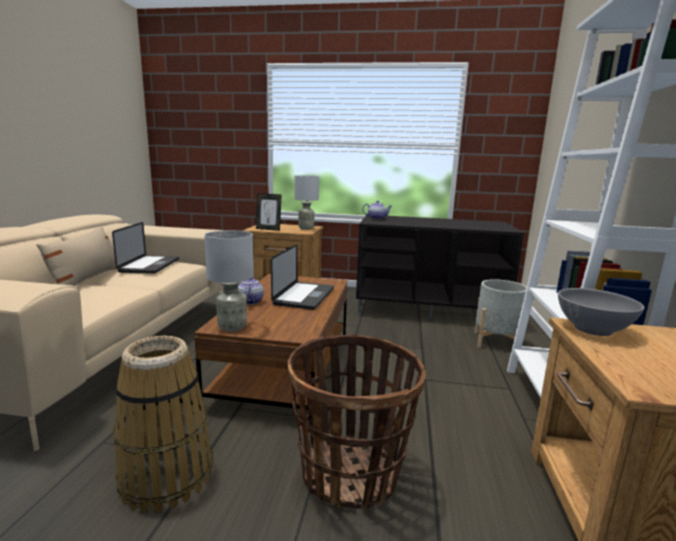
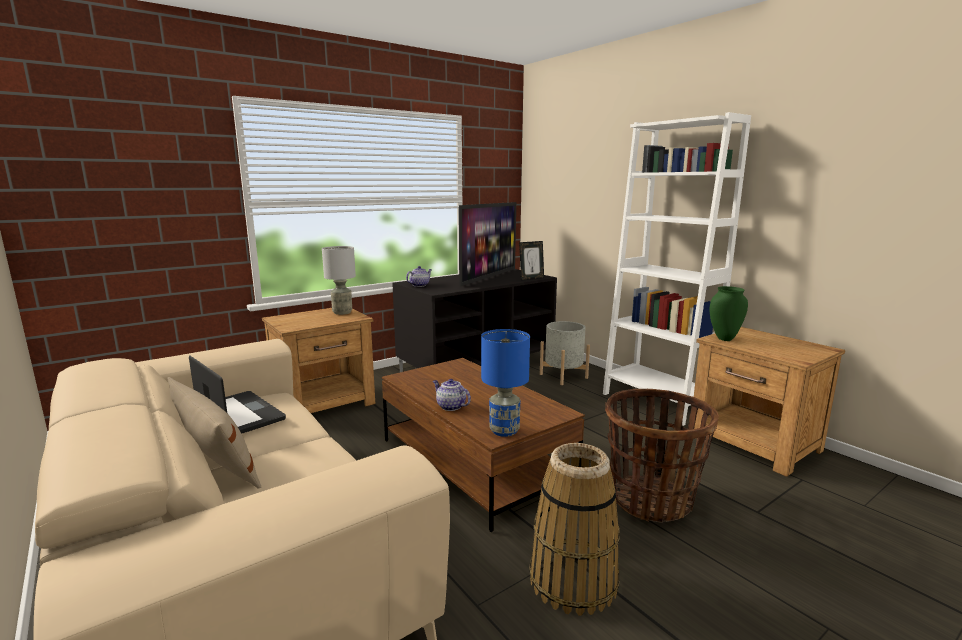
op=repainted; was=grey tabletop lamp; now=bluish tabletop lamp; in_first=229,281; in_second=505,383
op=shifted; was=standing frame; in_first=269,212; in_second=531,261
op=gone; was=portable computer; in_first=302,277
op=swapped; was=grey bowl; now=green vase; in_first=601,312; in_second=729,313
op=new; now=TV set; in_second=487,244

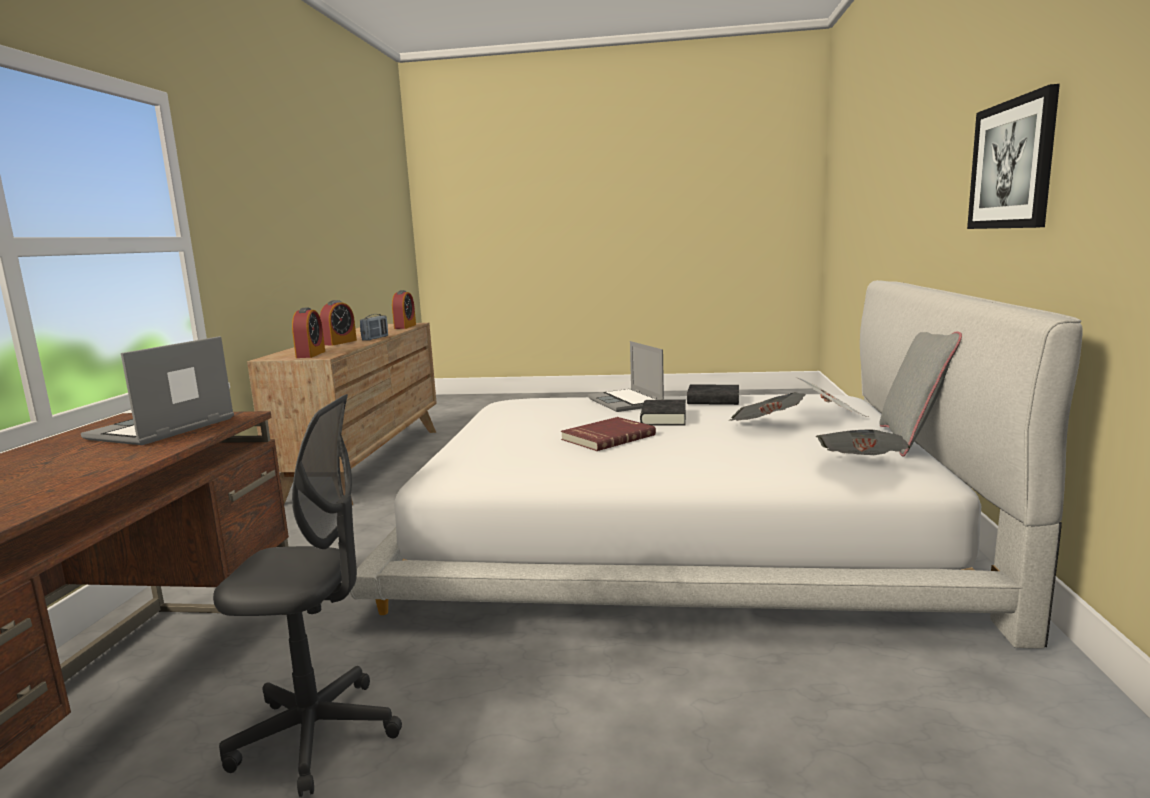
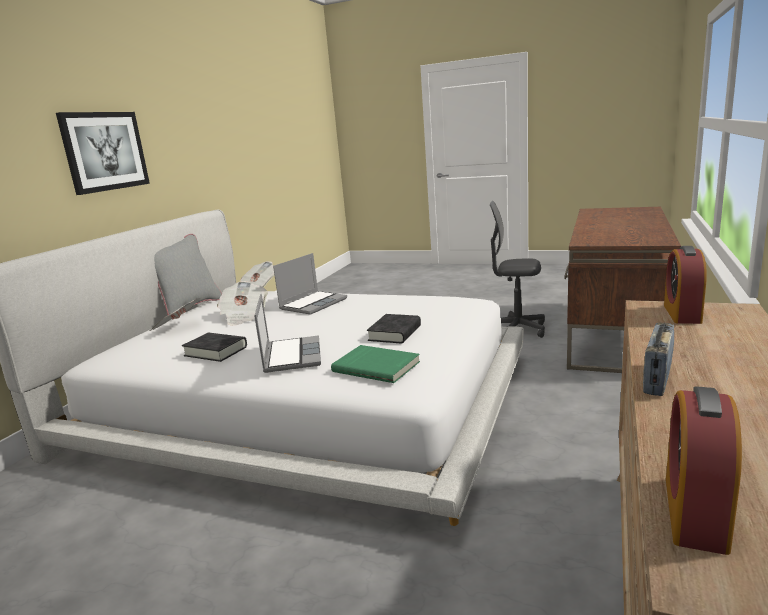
op=shifted; was=portable computer; in_first=157,390; in_second=310,284
op=gone; was=alarm clock; in_first=338,322
op=gone; was=red-coloured bound book; in_first=608,434
op=shifted; was=blackish bound book; in_first=663,412; in_second=394,328
op=new; now=green bound book; in_second=375,364

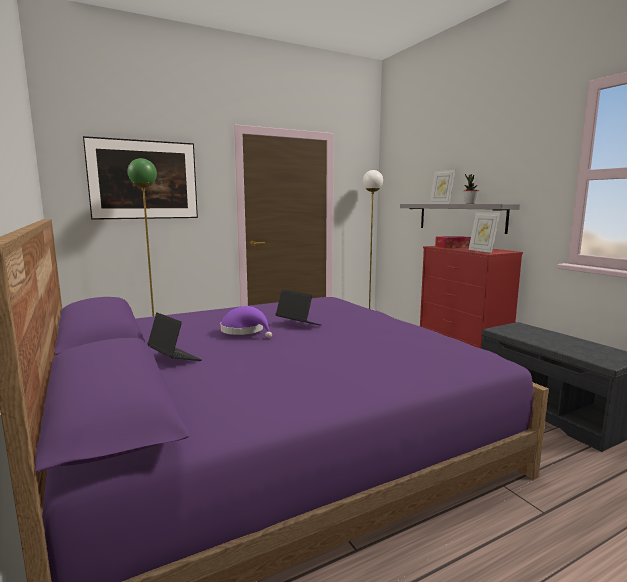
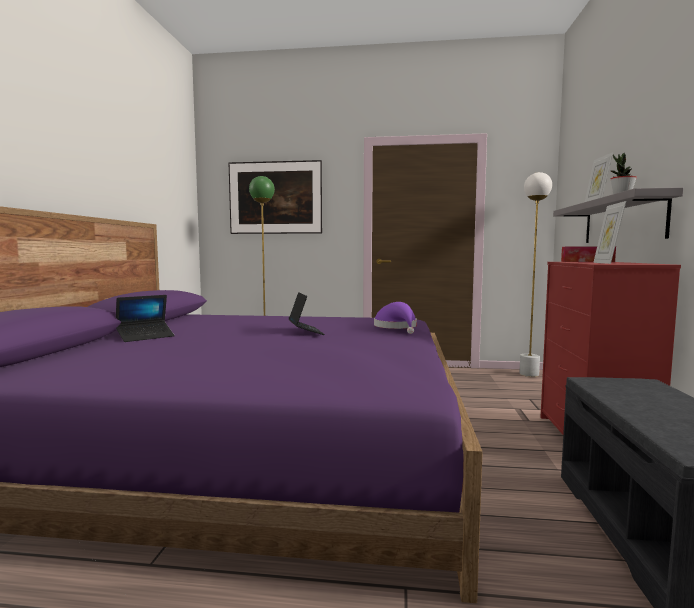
op=rotated; was=portable computer; in_first=174,336; in_second=145,318; clockwise=60
op=shifted; was=purple-coloured wearable hat; in_first=246,322; in_second=395,318

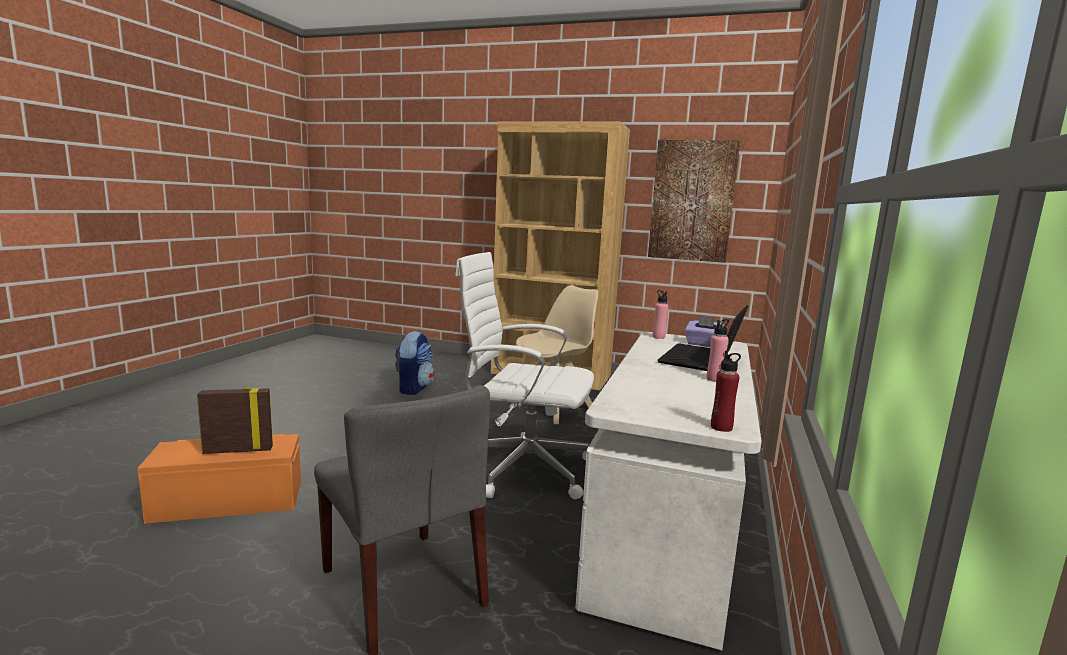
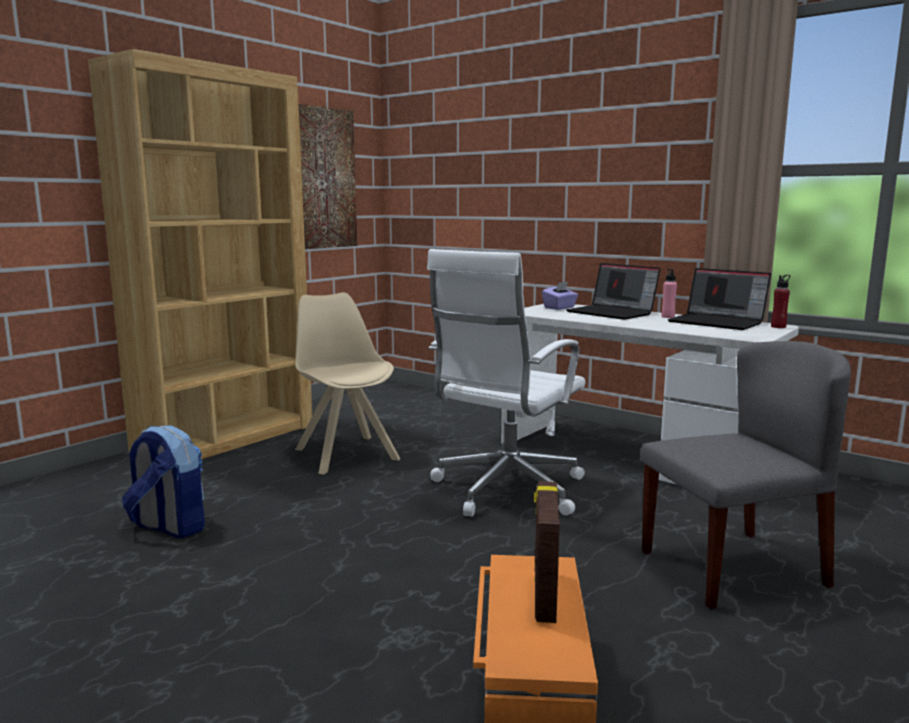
op=gone; was=pinkish bottle; in_first=660,314
op=new; now=portable computer; in_second=719,299

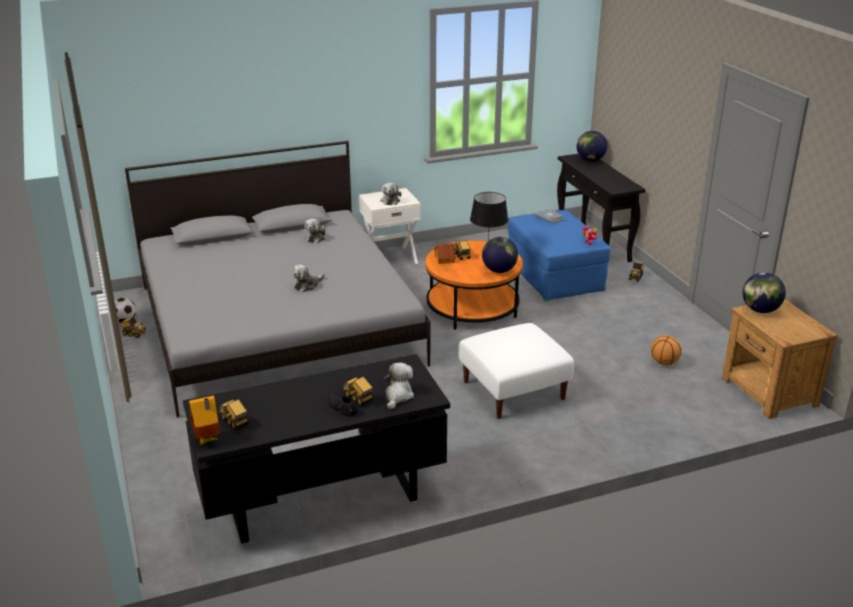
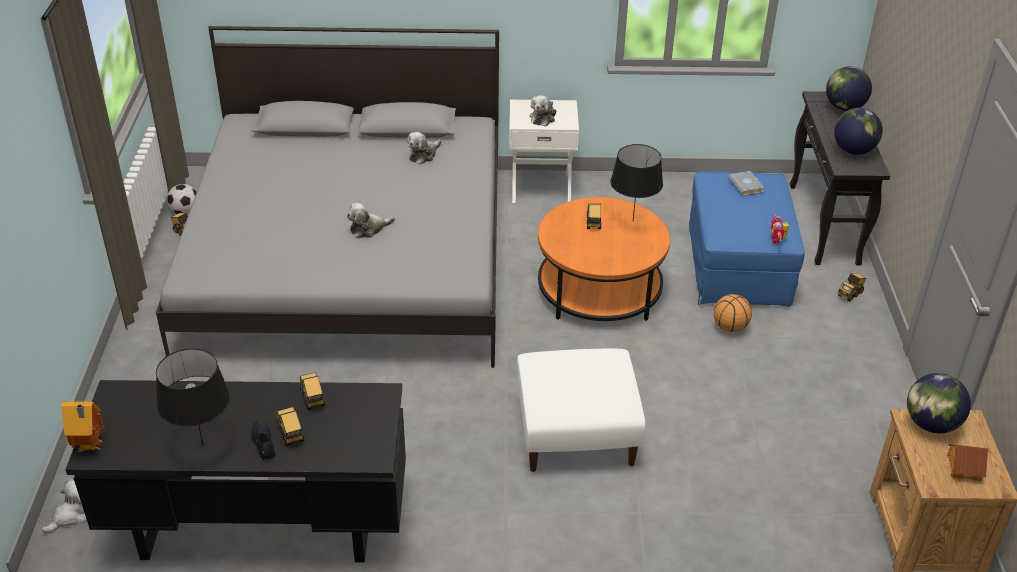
op=shifted; was=toy lorry; in_first=234,414; in_second=312,391
op=shifted; was=soft toy; in_first=399,386; in_second=64,506
op=shifted; was=toy house; in_first=445,253; in_second=968,462
op=shifted; was=desk globe; in_first=500,255; in_second=858,131
op=shifted; was=basketball; in_first=666,350; in_second=733,313
op=new; now=blackish tabletop lamp; in_second=193,397

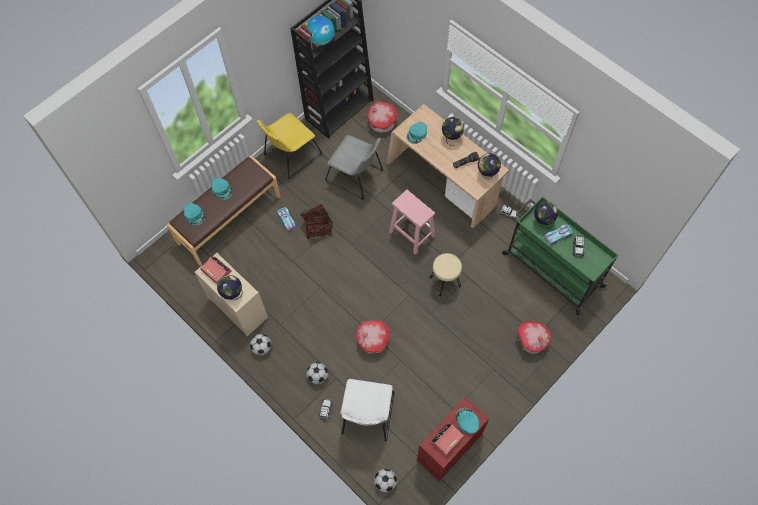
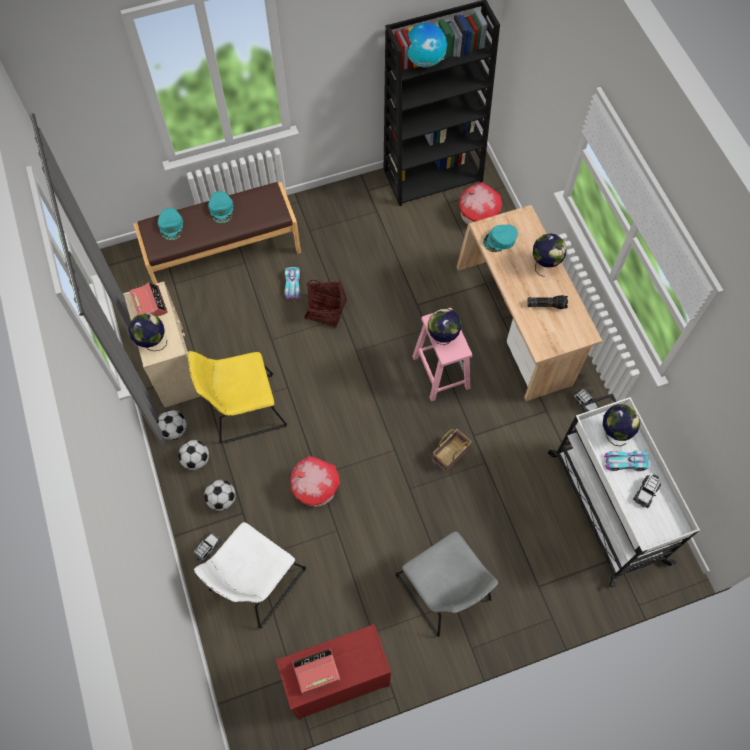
op=shifted; was=yellowish plain chair; in_first=289,146; in_second=237,397
op=shifted; was=grey plain chair; in_first=354,167; in_second=447,584
op=shifted; was=football ball; in_first=385,481; in_second=193,455
op=swapped; was=beige-coloured stool seat; now=household basket; in_first=445,274; in_second=451,450
op=gone; was=turquoise-coloured peaked cap; in_first=467,421
op=shifted; was=desk globe; in_first=489,166; in_second=444,327
op=repainted; was=green wheeled cart; now=white-coloured wheeled cart; in_first=560,255; in_second=624,490
op=gone; was=toy house; in_first=534,337

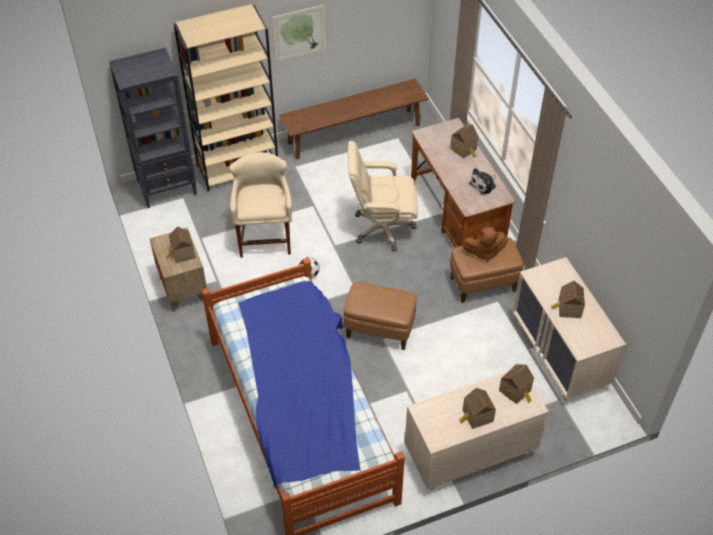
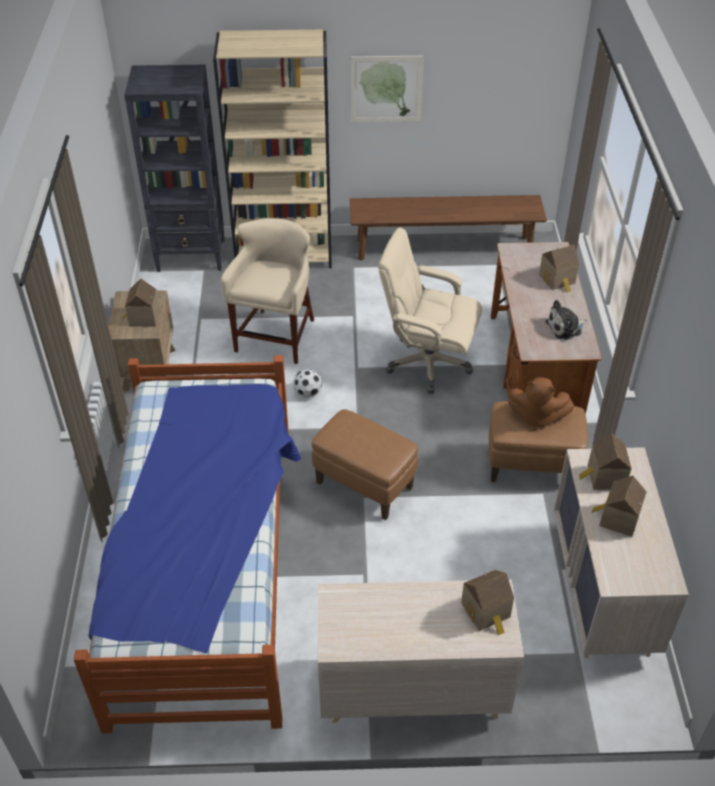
op=shifted; was=toy house; in_first=477,408; in_second=605,461

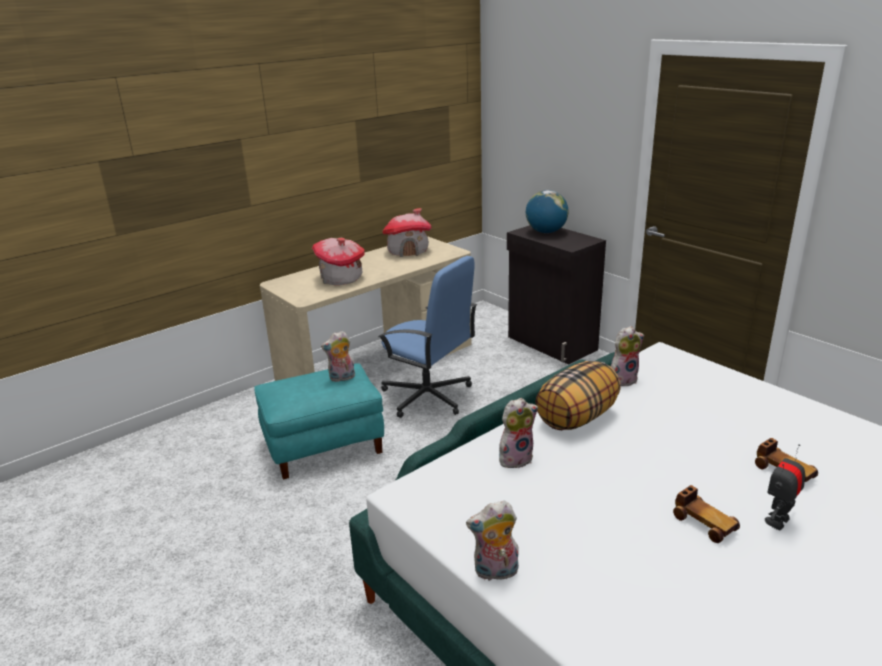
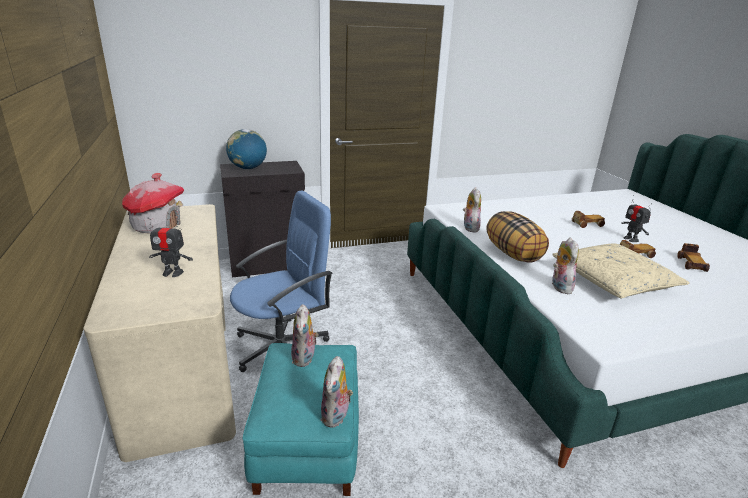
op=swapped; was=toy house; now=toy robot; in_first=338,261; in_second=170,247
op=shifted; was=soft toy; in_first=492,540; in_second=337,392
op=new; now=beige-coloured throw pillow; in_second=621,271
op=new; now=model car; in_second=693,257

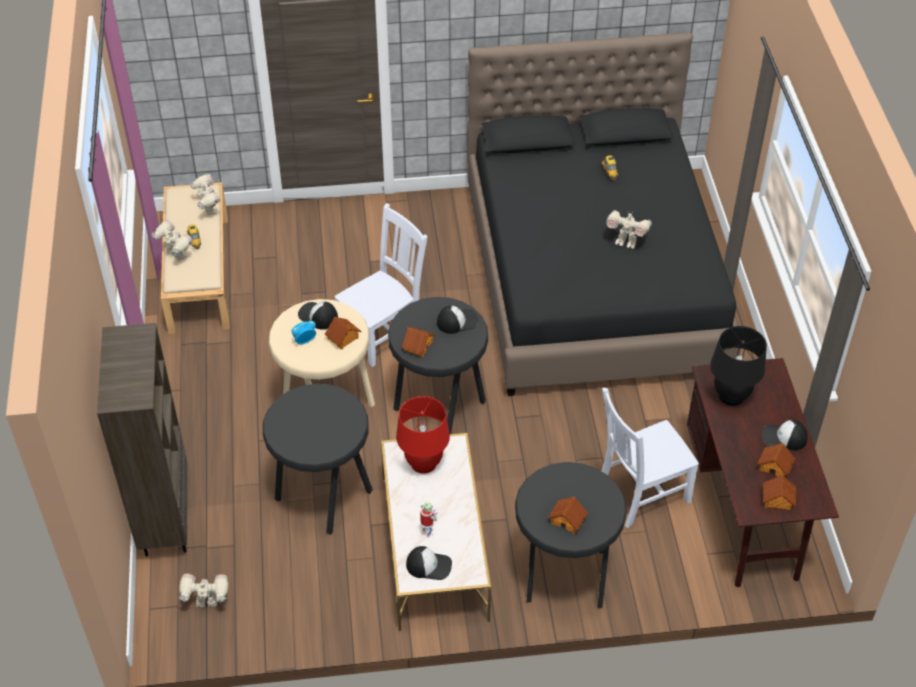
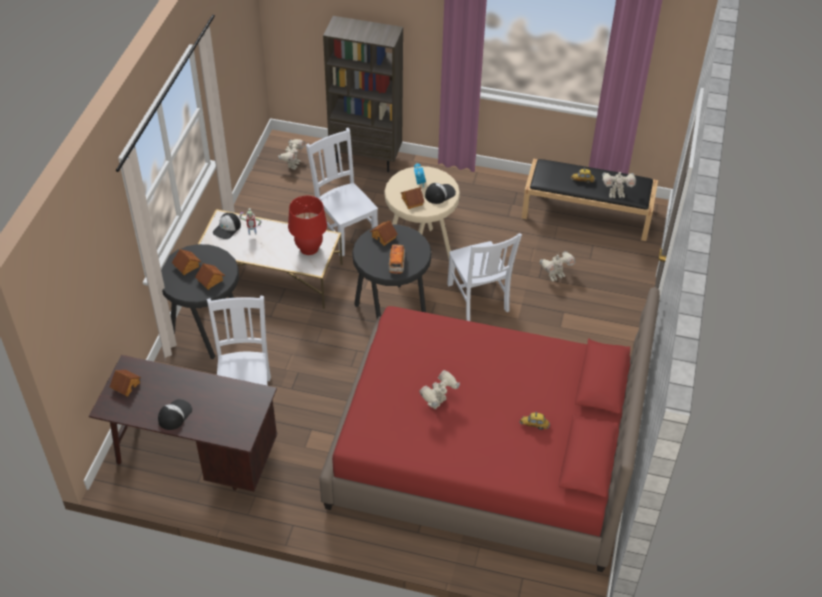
op=shifted; was=toy robot; in_first=172,240; in_second=558,266
op=repainted; was=beige-coloured bench; now=blackish bench; in_first=195,258; in_second=590,200
op=swapped; was=blackish stool seat; now=white-coloured plain chair; in_first=318,459; in_second=342,192
op=swapped; was=peaked cap; now=model car; in_first=458,320; in_second=397,259
op=repainted; was=blackish bedroom bed; now=red-coloured bedroom bed; in_first=604,214; in_second=490,429
op=gone; was=blackish tabletop lamp; in_first=738,366
op=shifted; was=toy house; in_first=776,460; in_second=210,276

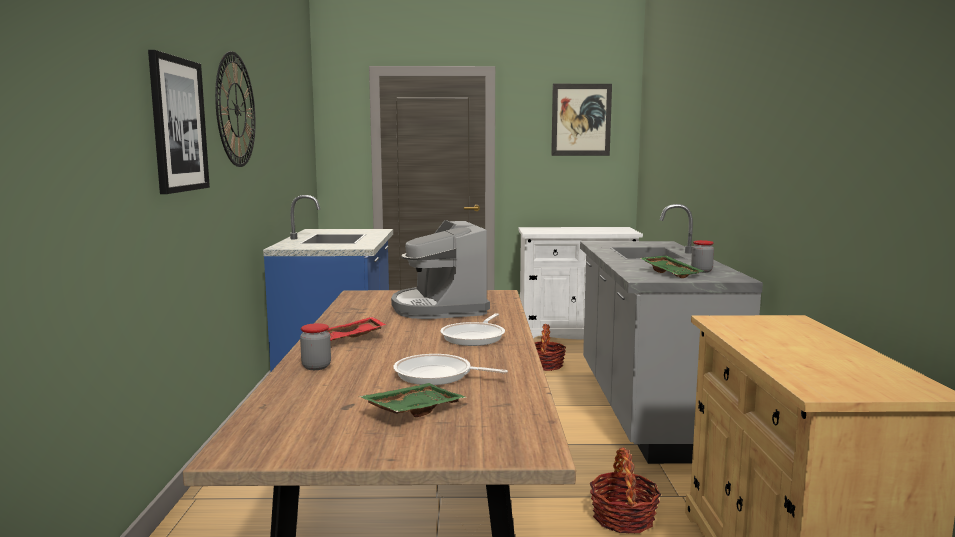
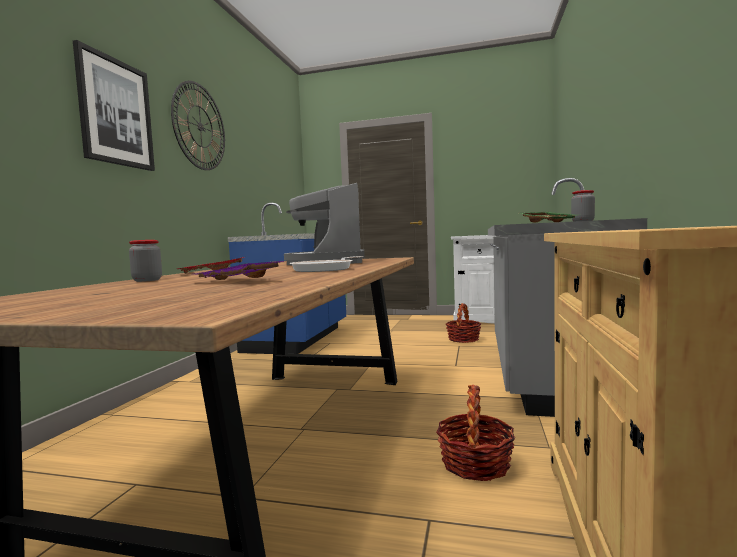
op=gone; was=green tray; in_first=413,400
op=swapped; was=skillet; now=purple-coloured tray; in_first=450,369; in_second=239,270
op=gone; was=wall picture; in_first=581,120

